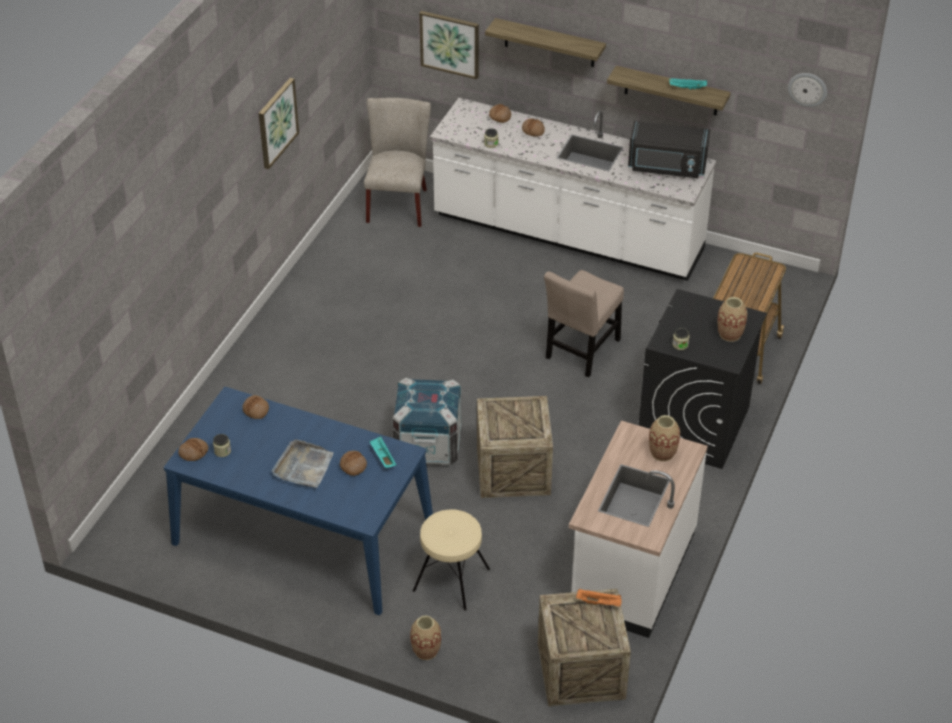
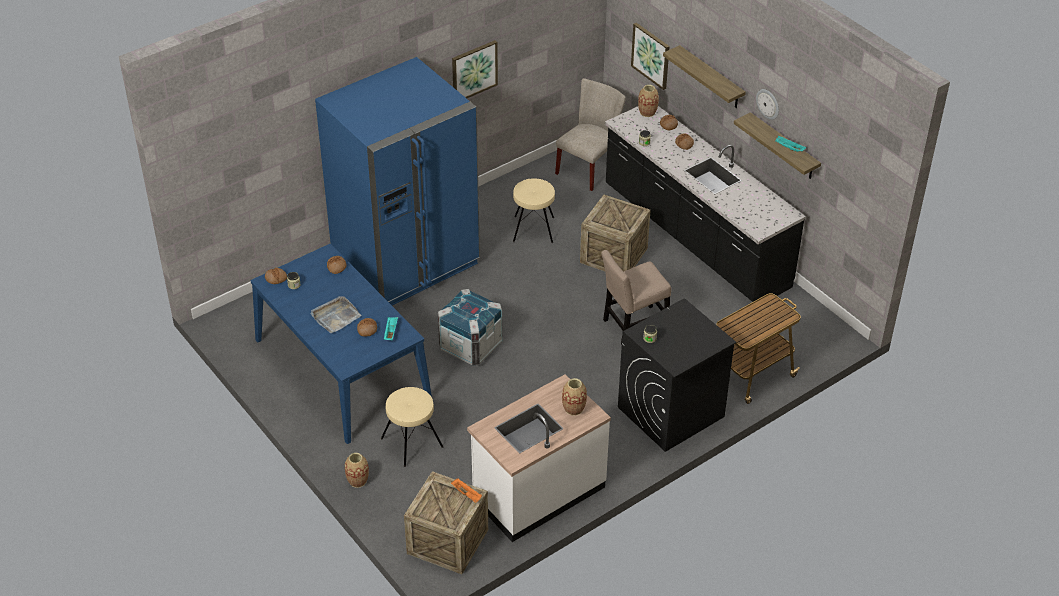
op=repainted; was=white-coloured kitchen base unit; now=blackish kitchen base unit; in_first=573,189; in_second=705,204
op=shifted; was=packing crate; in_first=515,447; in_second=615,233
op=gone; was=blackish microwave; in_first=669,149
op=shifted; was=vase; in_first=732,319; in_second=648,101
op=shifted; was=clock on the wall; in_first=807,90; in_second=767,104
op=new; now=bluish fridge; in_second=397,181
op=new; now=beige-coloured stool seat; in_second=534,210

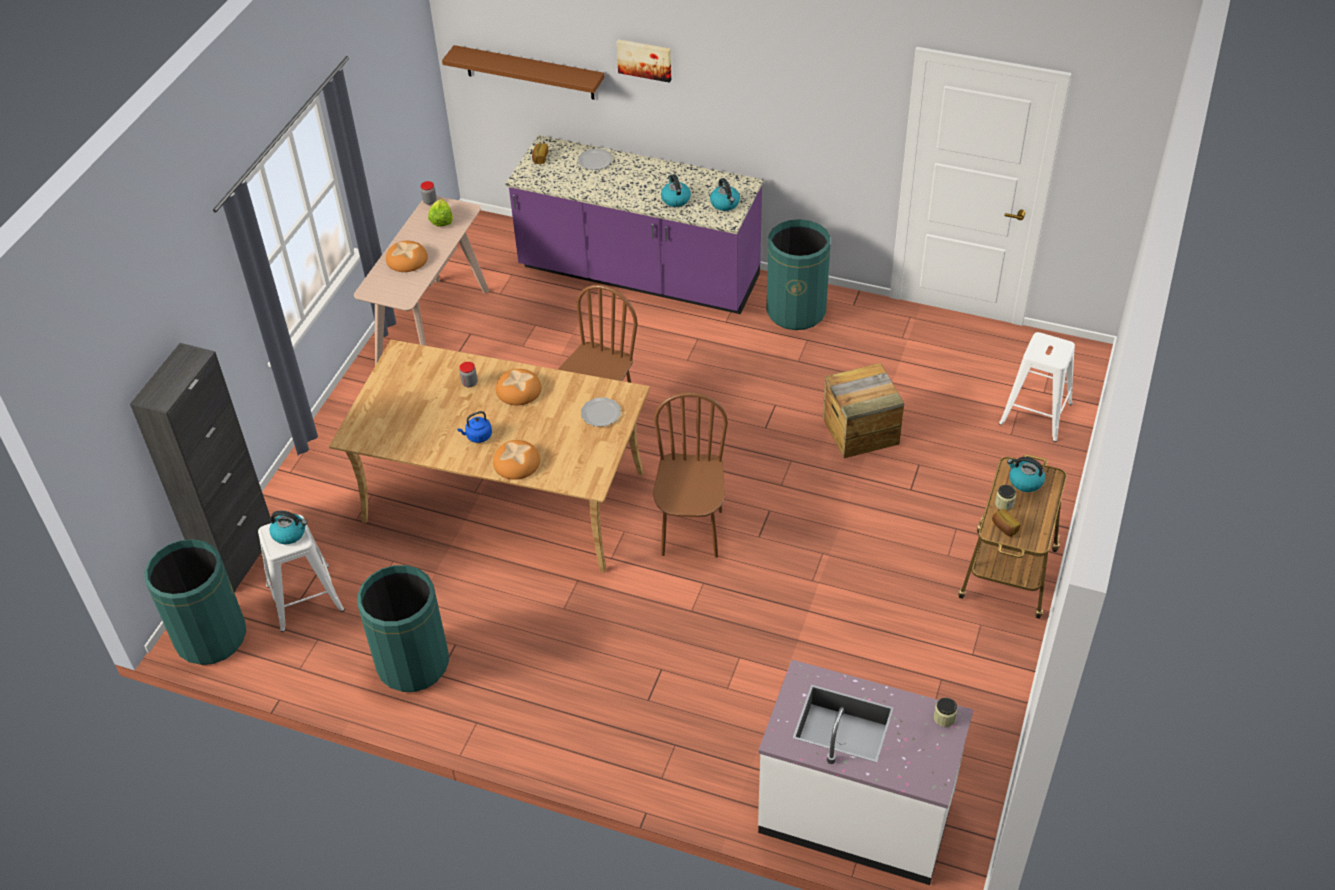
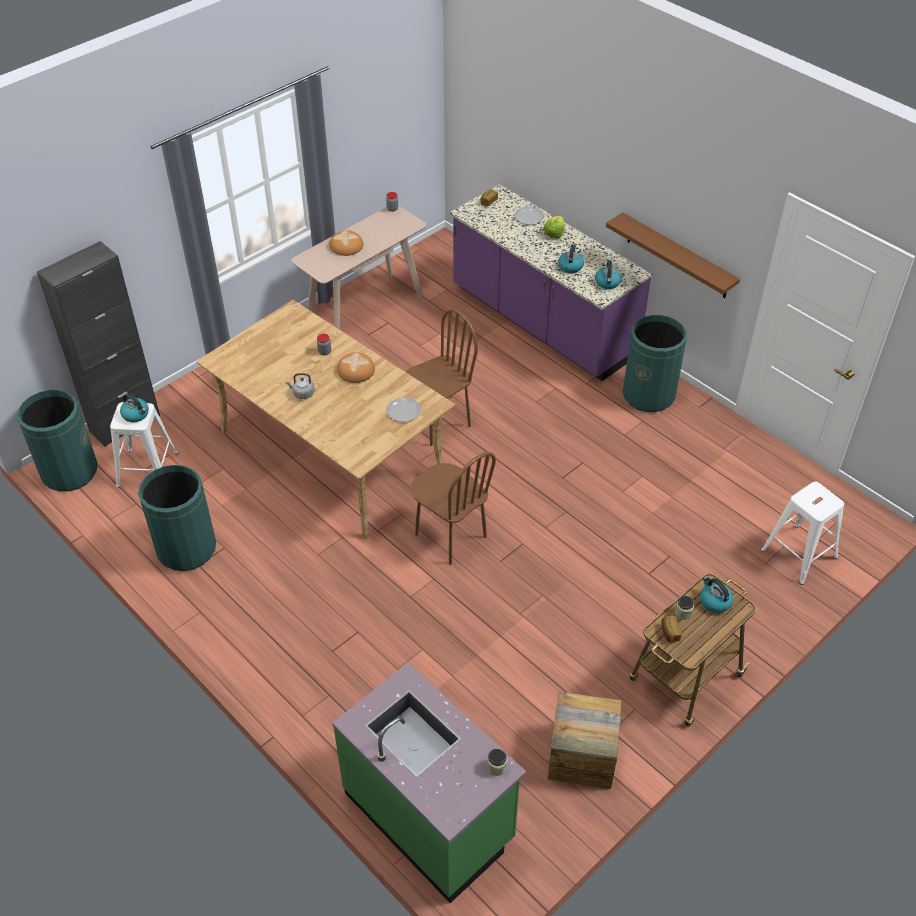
op=shifted; was=head of lettuce; in_first=440,213; in_second=554,227
op=shifted; was=brown-coloured wall shelf; in_first=523,72; in_second=673,255
op=repainted; was=bluish water kettle; now=grey water kettle; in_first=474,427; in_second=300,386
op=gone; was=bread; in_first=516,460
op=gone; was=wall picture; in_first=643,61
op=rotated; was=brown-coloured plain chair; in_first=690,475; in_second=453,508; clockwise=105
op=repainted; was=white-coloured kitchen base unit; now=green kitchen base unit; in_first=865,772; in_second=429,783
op=shifted; was=packing crate; in_first=863,410; in_second=585,740

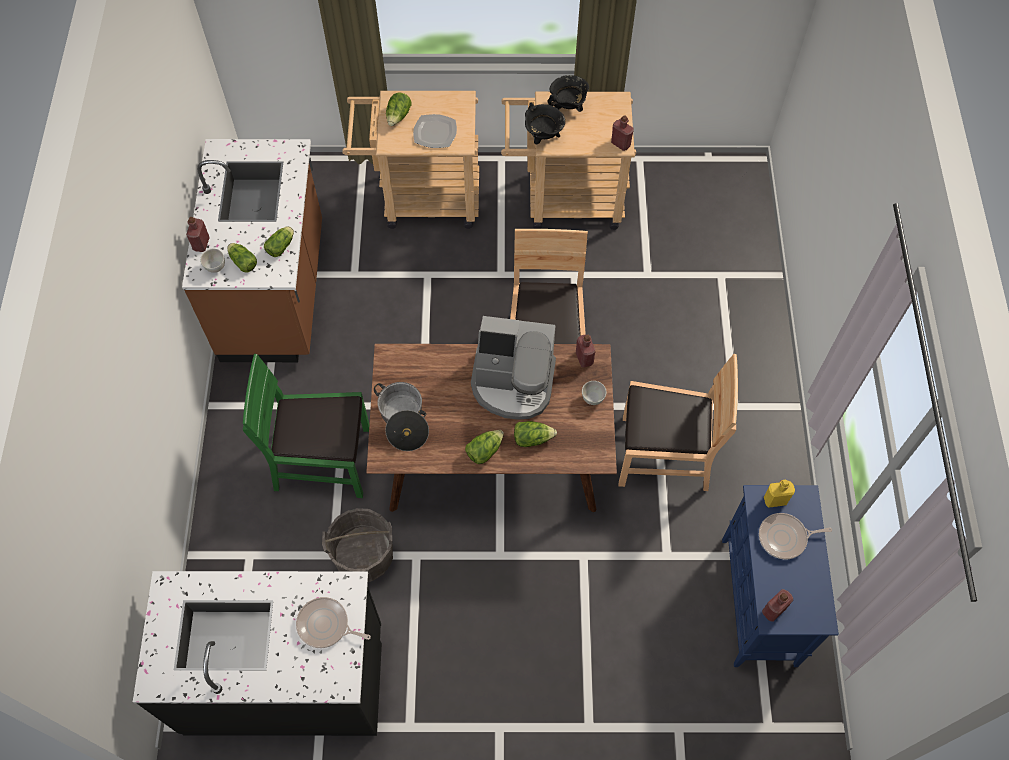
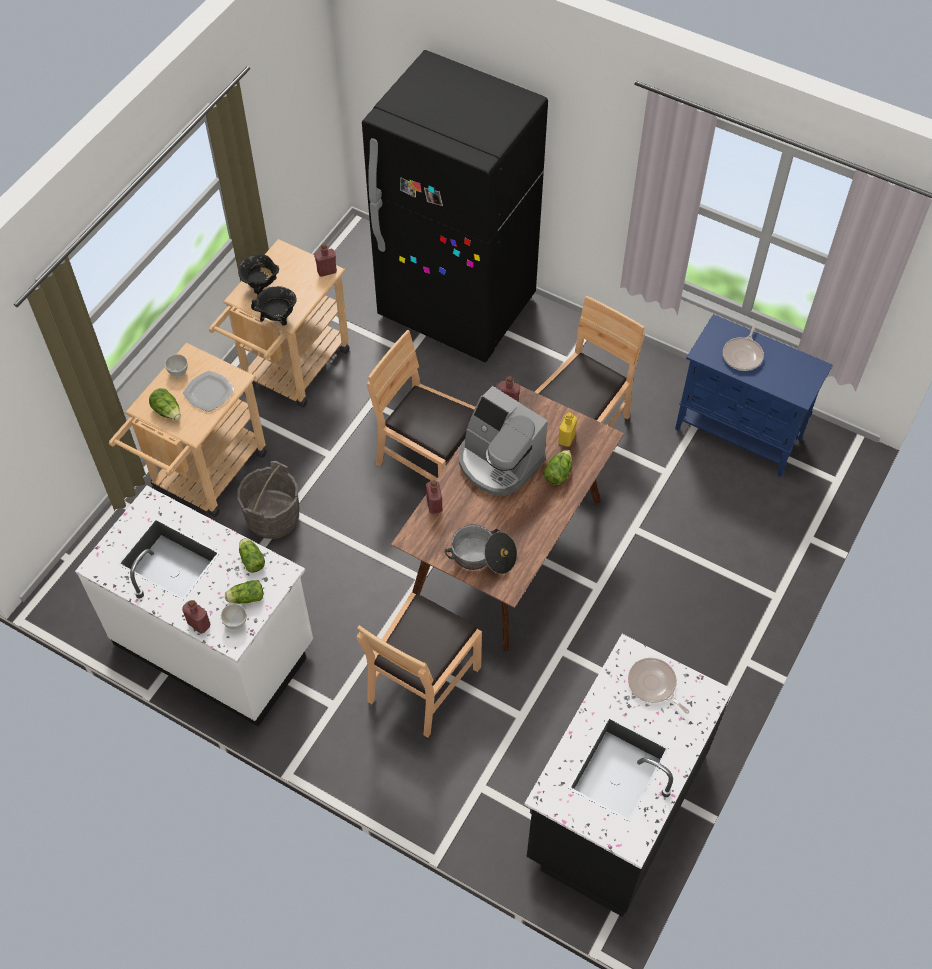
op=repainted; was=brown-coloured kitchen base unit; now=white-coloured kitchen base unit; in_first=252,250; in_second=194,606
op=repainted; was=green plain chair; now=brown-coloured plain chair; in_first=306,426; in_second=419,665
op=rotated; was=skillet; in_first=333,622; in_second=658,686; clockwise=90
op=shifted; was=grey pail; in_first=357,545; in_second=268,500
op=gone; was=head of lettuce; in_first=484,447
op=rotated; was=coffee machine; in_first=513,368; in_second=503,441; clockwise=90
op=shifted; was=white-coloured bowl; in_first=594,393; in_second=176,365
op=shifted; was=red-coloured bottle; in_first=777,605; in_second=434,497
op=shifted; was=yellowish bottle; in_first=779,494; in_second=567,429
op=new; now=blackish fridge; in_second=455,206

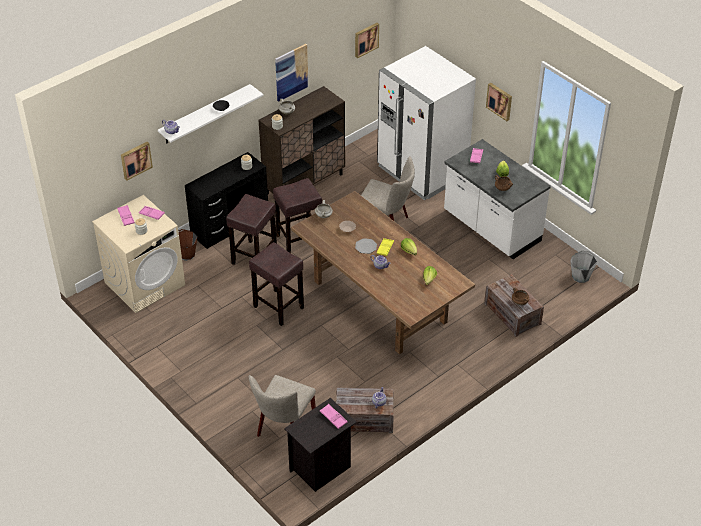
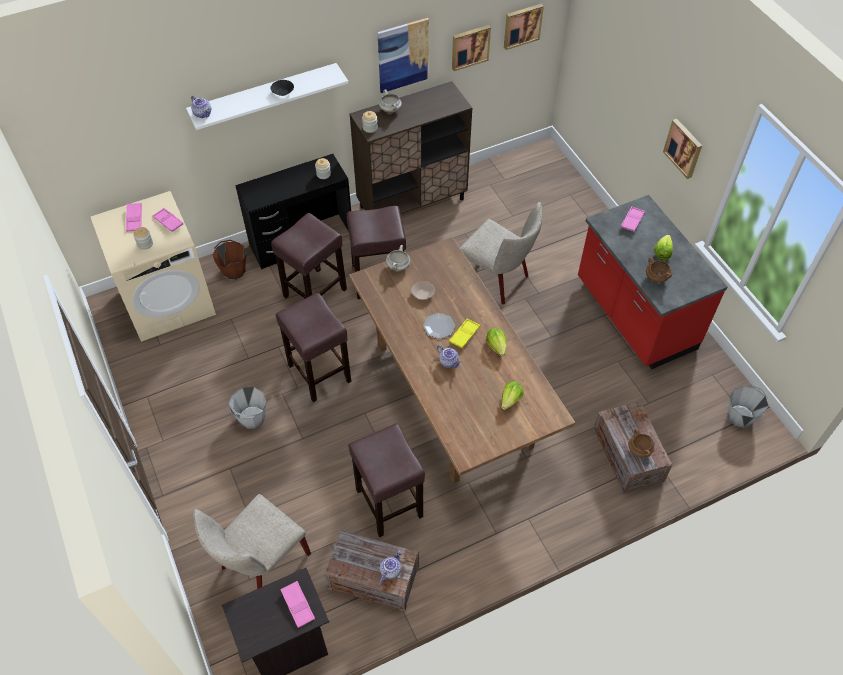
op=shifted; was=wall picture; in_first=137,161; in_second=471,48
op=gone; was=white-coloured fridge; in_first=426,123
op=repainted; was=white-coloured kitchen base unit; now=red-coloured kitchen base unit; in_first=497,199; in_second=652,282
op=new; now=grey pail; in_second=247,408
op=new; now=brown-coloured stool seat; in_second=386,480

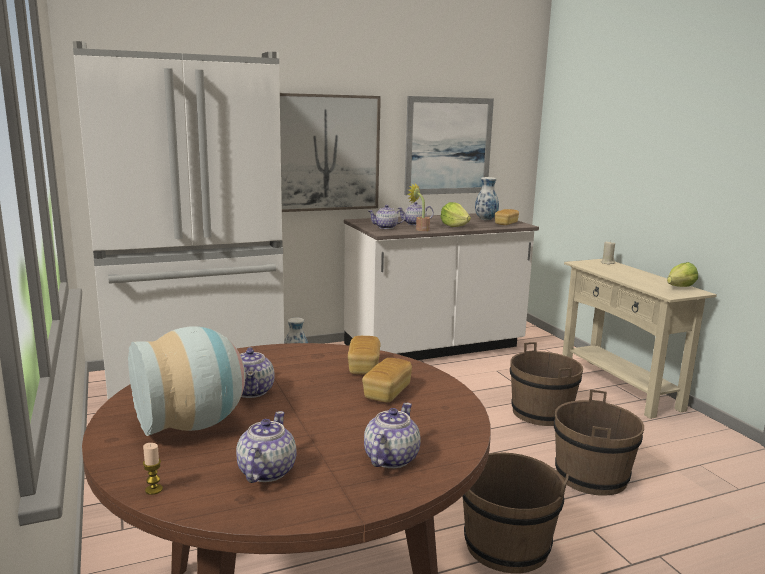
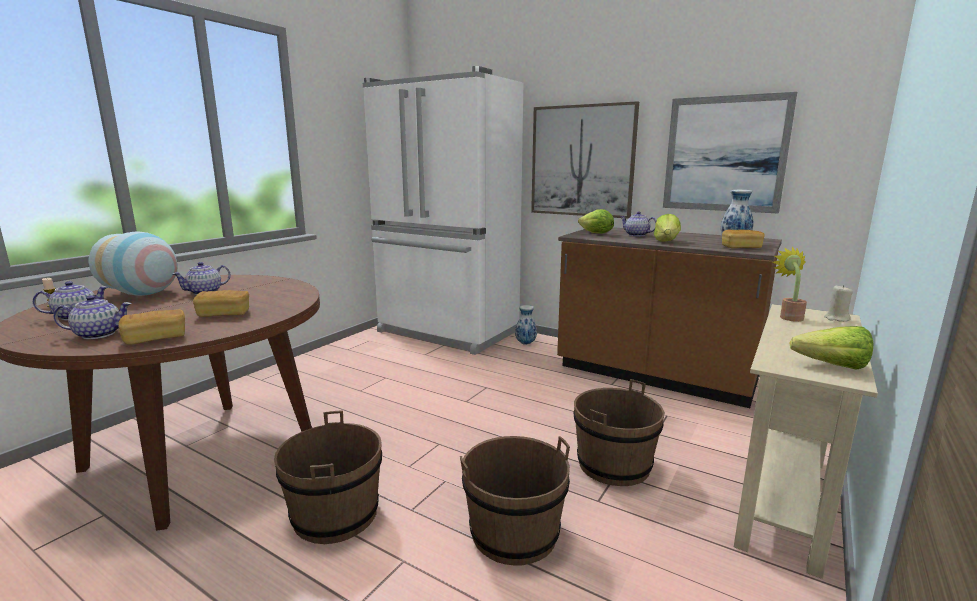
op=repainted; was=white-coloured kitchen base unit; now=brown-coloured kitchen base unit; in_first=441,286; in_second=669,317
op=shifted; was=bread; in_first=364,355; in_second=151,326
op=swapped; was=tea pot; now=head of lettuce; in_first=386,217; in_second=596,221
op=shifted; was=potted plant; in_first=419,207; in_second=790,284

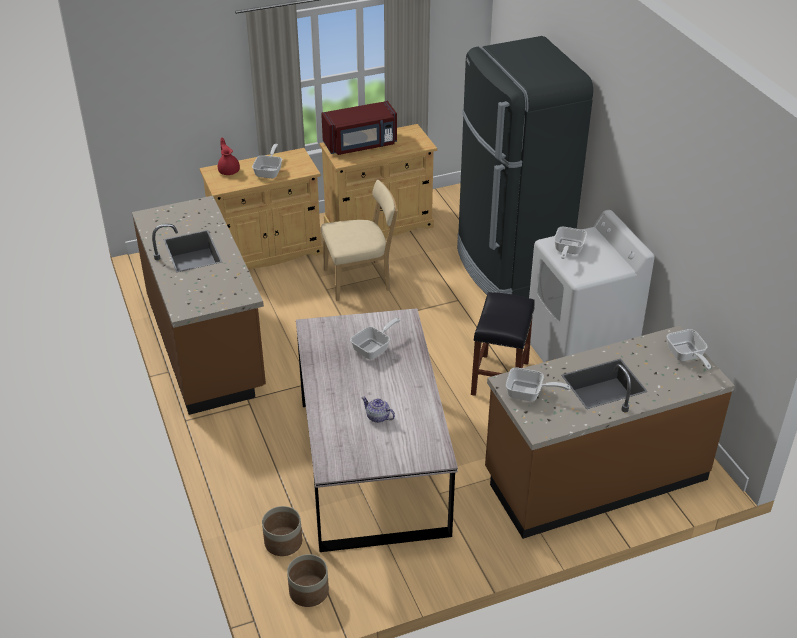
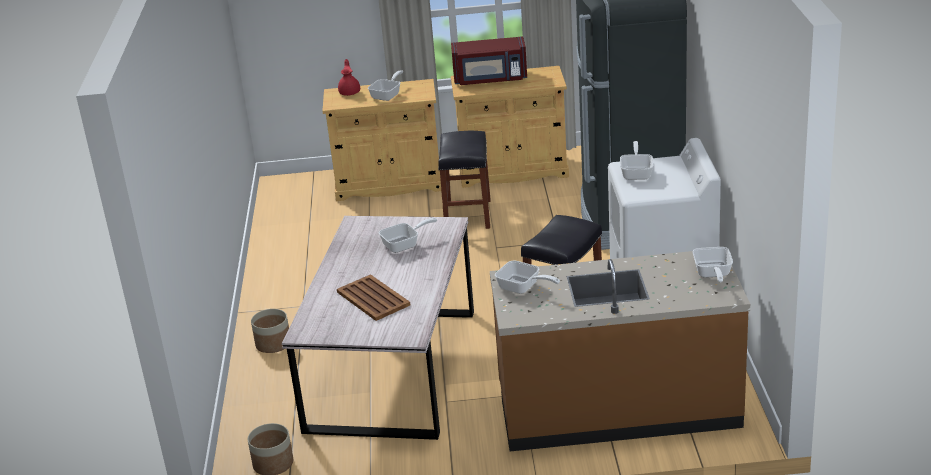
op=gone; was=brown-coloured kitchen base unit; in_first=199,305
op=shifted; was=planter; in_first=282,531; in_second=270,331
op=swapped; was=beige-coloured plain chair; now=blackish stool seat; in_first=359,240; in_second=464,180
op=swapped; was=tea pot; now=brown-coloured tray; in_first=378,410; in_second=373,297
op=rotated; was=skillet; in_first=570,243; in_second=636,160; clockwise=150

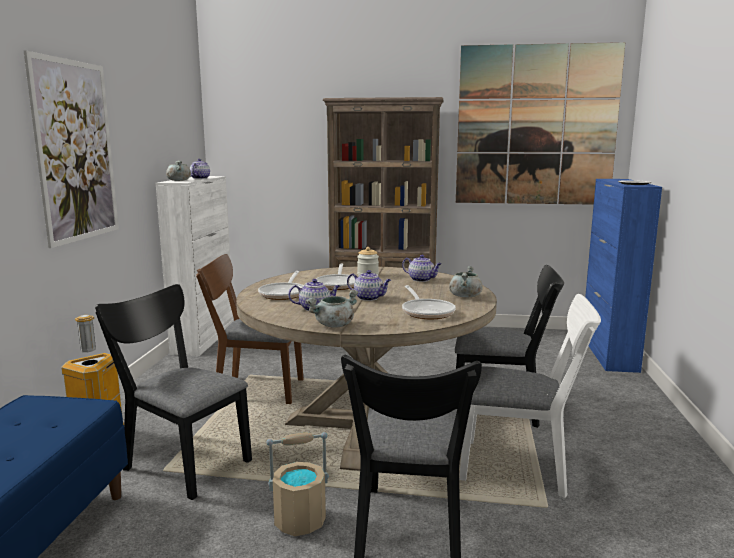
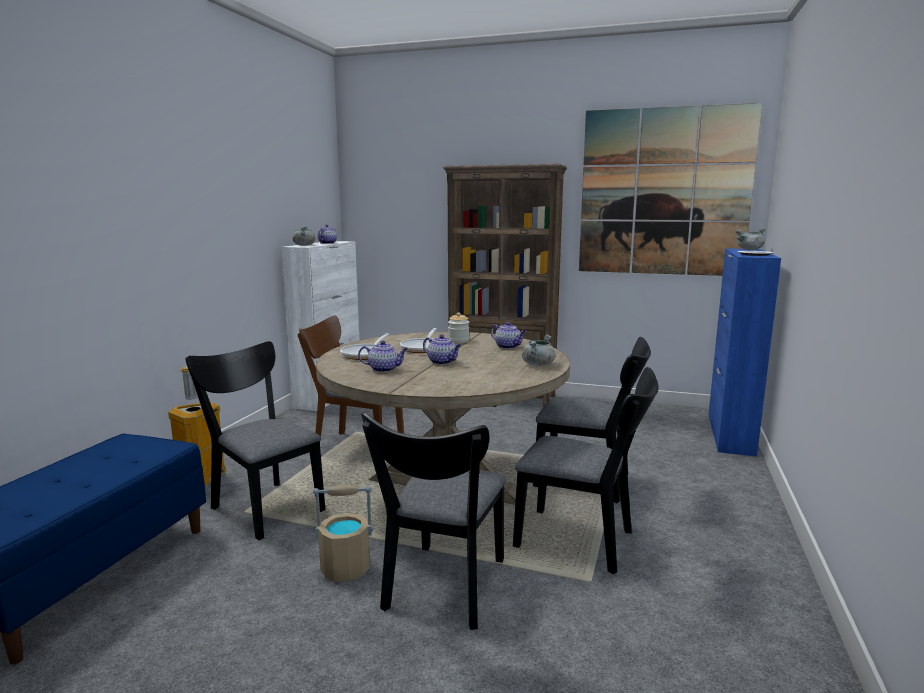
op=gone; was=wall picture; in_first=71,149
op=shifted; was=grey saucepot; in_first=332,309; in_second=750,239
op=gone; was=skillet; in_first=429,302
op=repainted; was=white-coloured plain chair; now=blackish plain chair; in_first=530,396; in_second=586,470

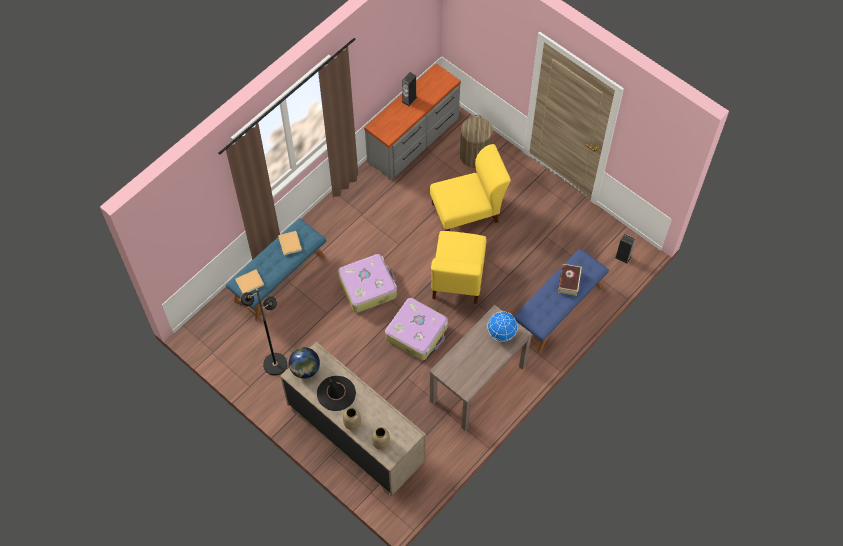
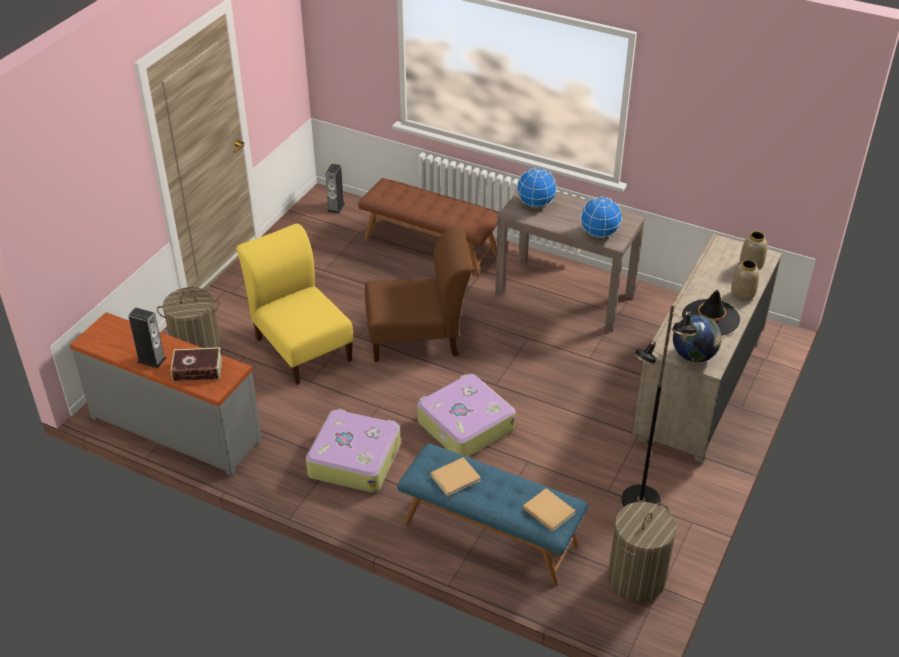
op=shifted; was=piece of luggage; in_first=416,329; in_second=353,451
op=repainted; was=yellowish plain chair; now=brown-coloured plain chair; in_first=458,267; in_second=419,294
op=repainted; was=bluish bench; now=brown-coloured bench; in_first=561,300; in_second=429,227
op=shifted; was=bound book; in_first=570,280; in_second=196,364
op=new; now=desk globe; in_second=601,217
op=new; now=hamper; in_second=642,552

